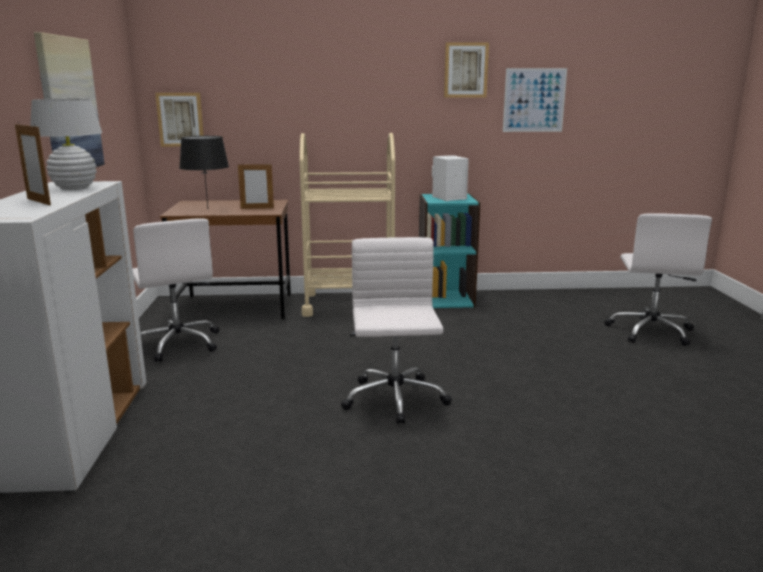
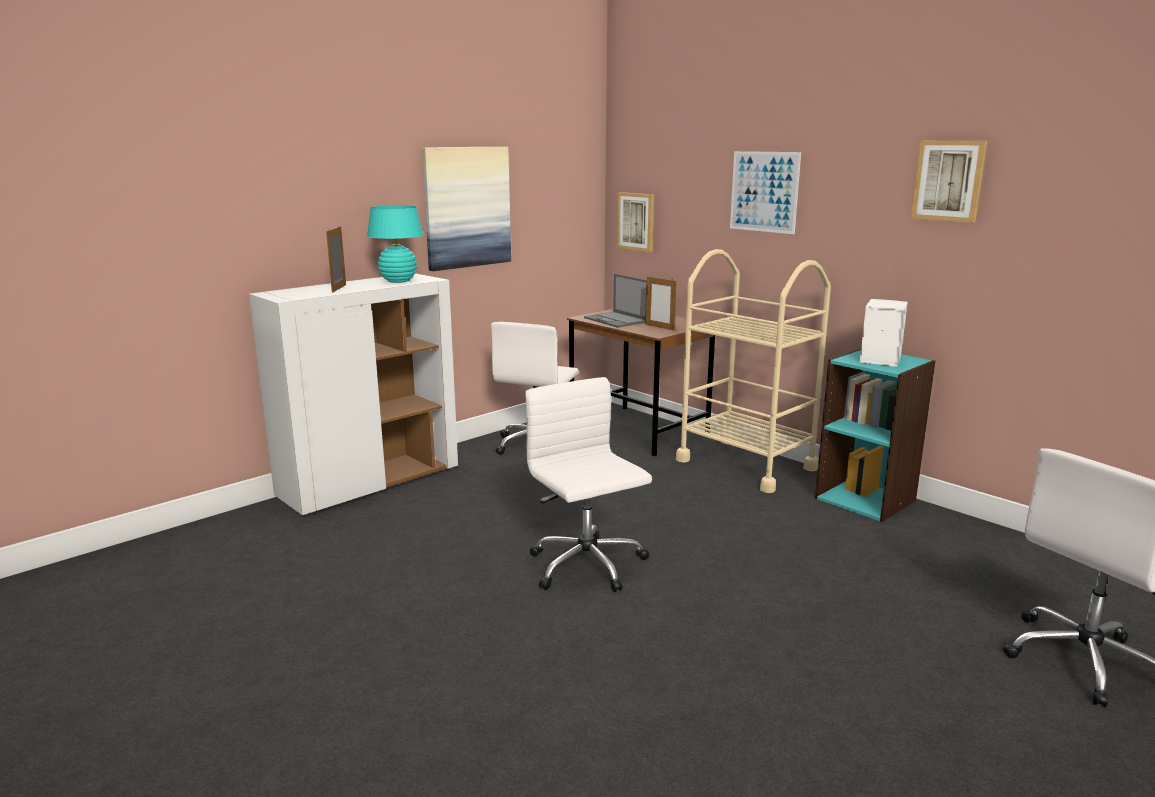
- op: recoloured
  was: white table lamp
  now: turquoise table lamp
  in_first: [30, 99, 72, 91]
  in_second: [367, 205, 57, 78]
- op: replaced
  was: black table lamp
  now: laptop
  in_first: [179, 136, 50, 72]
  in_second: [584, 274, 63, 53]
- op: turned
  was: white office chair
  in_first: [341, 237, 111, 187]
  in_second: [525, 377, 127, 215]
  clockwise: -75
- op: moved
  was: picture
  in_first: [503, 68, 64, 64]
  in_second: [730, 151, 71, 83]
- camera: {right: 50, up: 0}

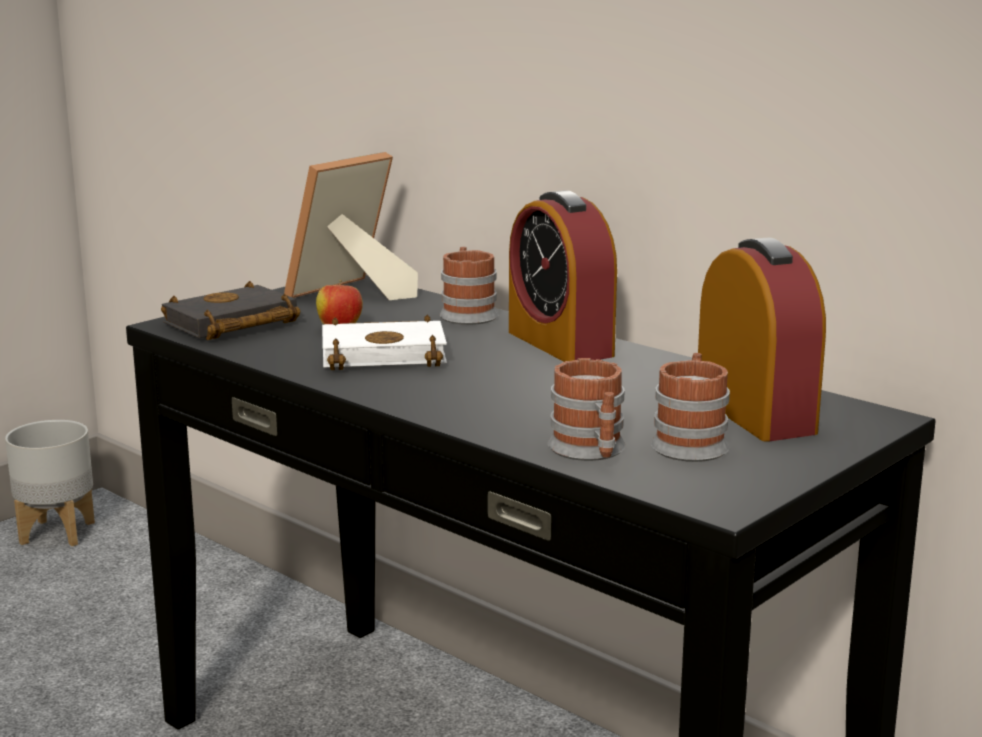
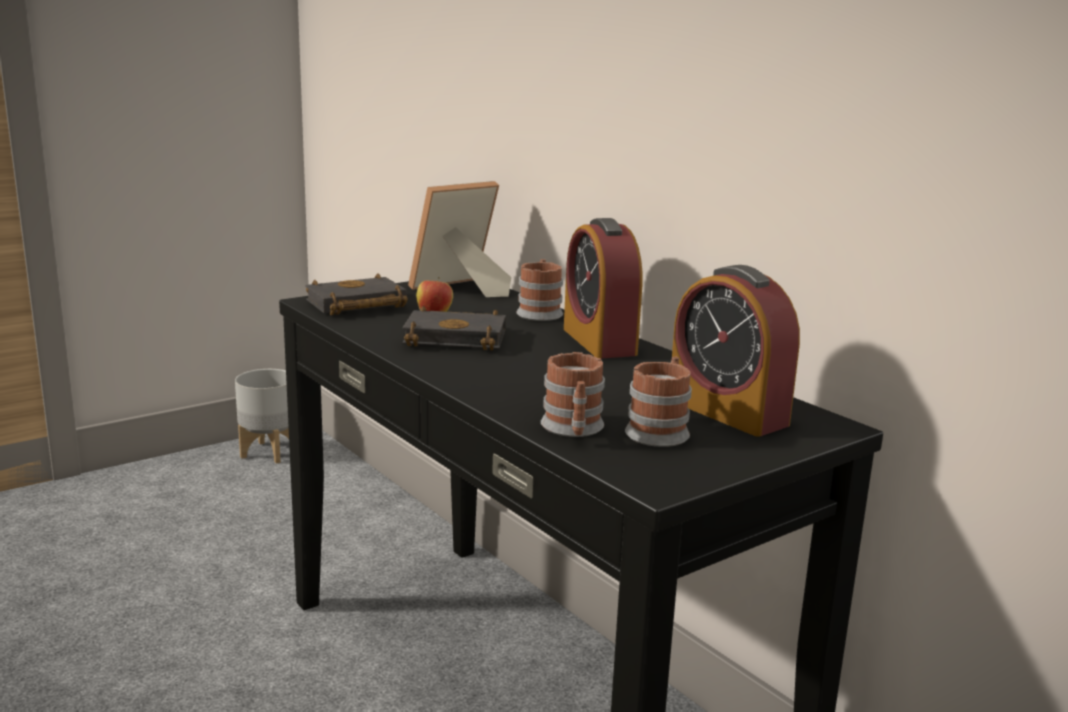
- op: recoloured
  was: white book
  now: black book
  in_first: [322, 315, 125, 55]
  in_second: [402, 305, 104, 45]
- op: turned
  was: alarm clock
  in_first: [698, 237, 128, 205]
  in_second: [672, 265, 128, 172]
  clockwise: 150
- camera: {right: 10, up: 0}

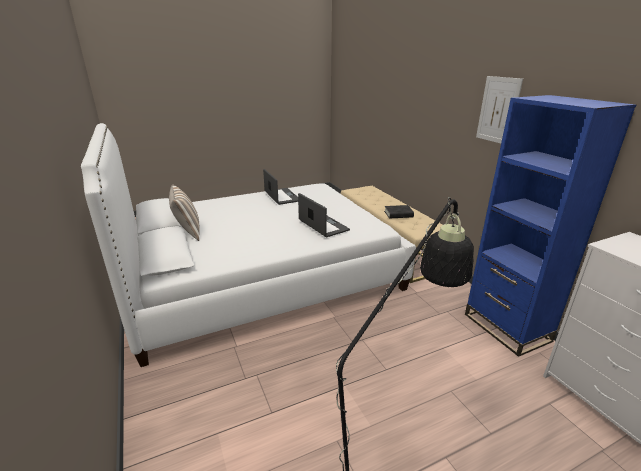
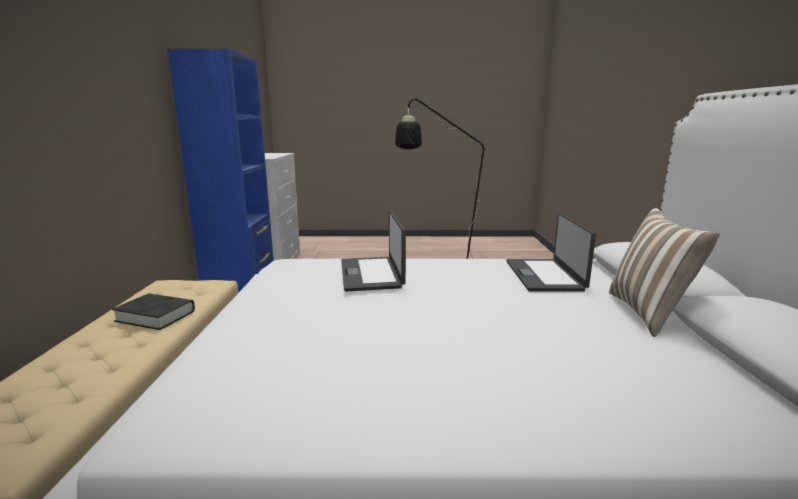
- op: moved
  was: laptop
  in_first: [263, 169, 35, 36]
  in_second: [506, 213, 90, 78]
- op: removed
  was: picture
  in_first: [476, 76, 47, 68]
- camera: {right: -155, up: -10}

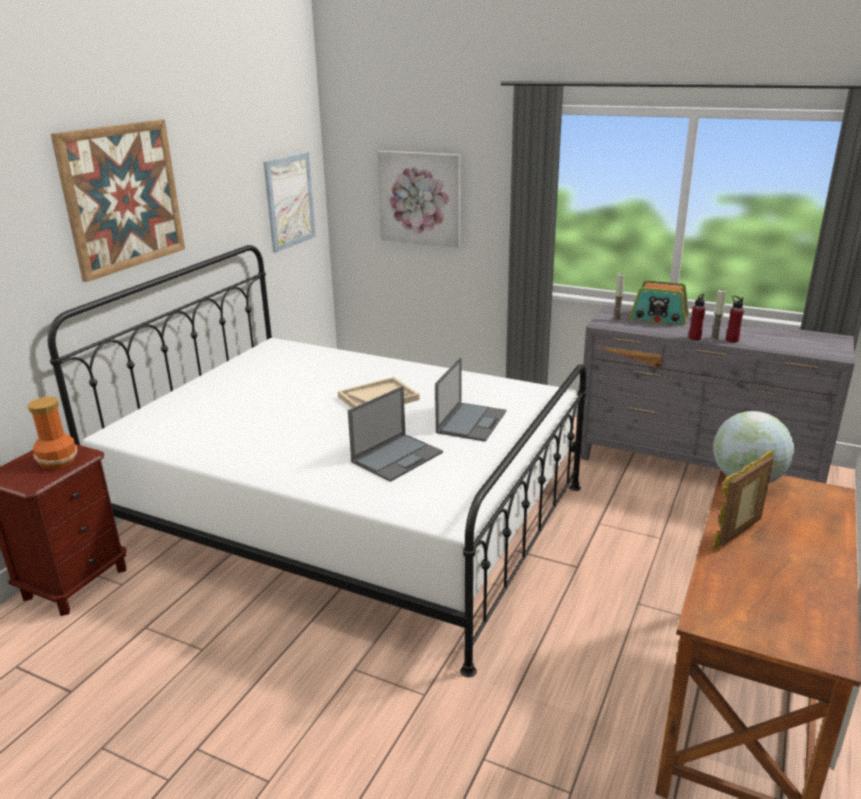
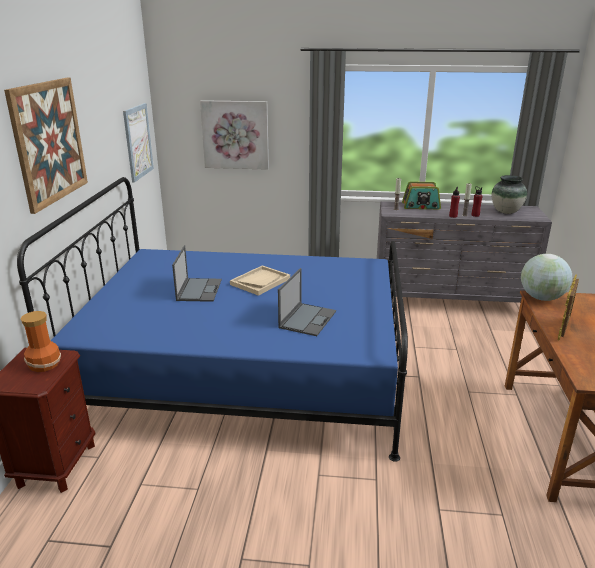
- op: recoloured
  was: white bed
  now: blue bed
  in_first: [48, 245, 538, 432]
  in_second: [17, 177, 391, 285]
- op: moved
  was: laptop
  in_first: [435, 358, 71, 84]
  in_second: [172, 246, 50, 56]
- op: added
  now: vase
  in_second: [492, 175, 35, 39]
- camera: {right: -20, up: 0}

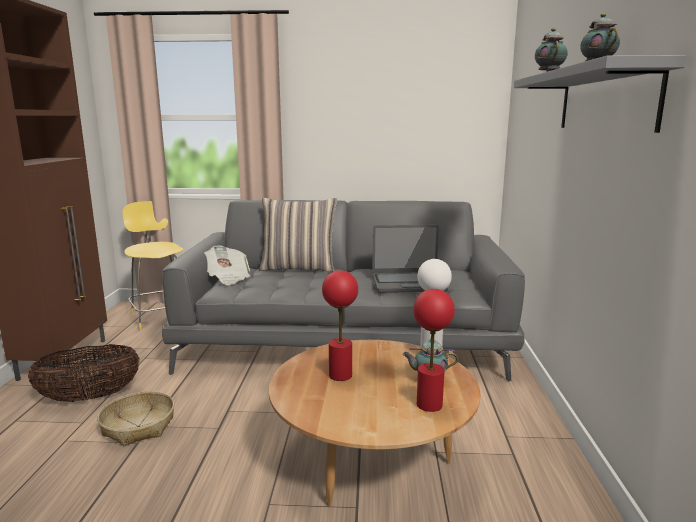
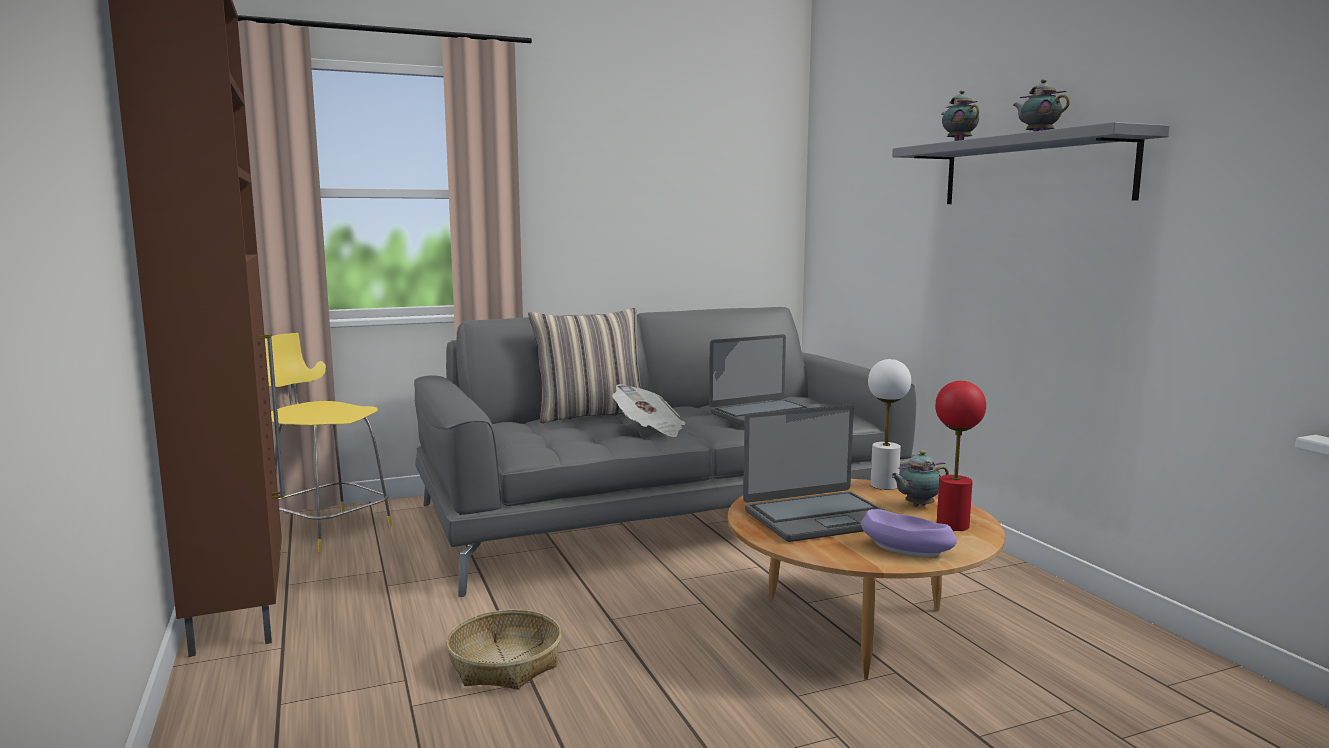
- op: removed
  was: basket
  in_first: [28, 344, 112, 58]
- op: moved
  was: newspaper
  in_first: [204, 245, 46, 40]
  in_second: [612, 384, 73, 53]
- op: replaced
  was: red table lamp
  now: laptop
  in_first: [322, 270, 36, 111]
  in_second: [743, 404, 143, 138]
- op: added
  now: purple bowl
  in_second: [861, 509, 96, 48]
- camera: {right: -25, up: -5}

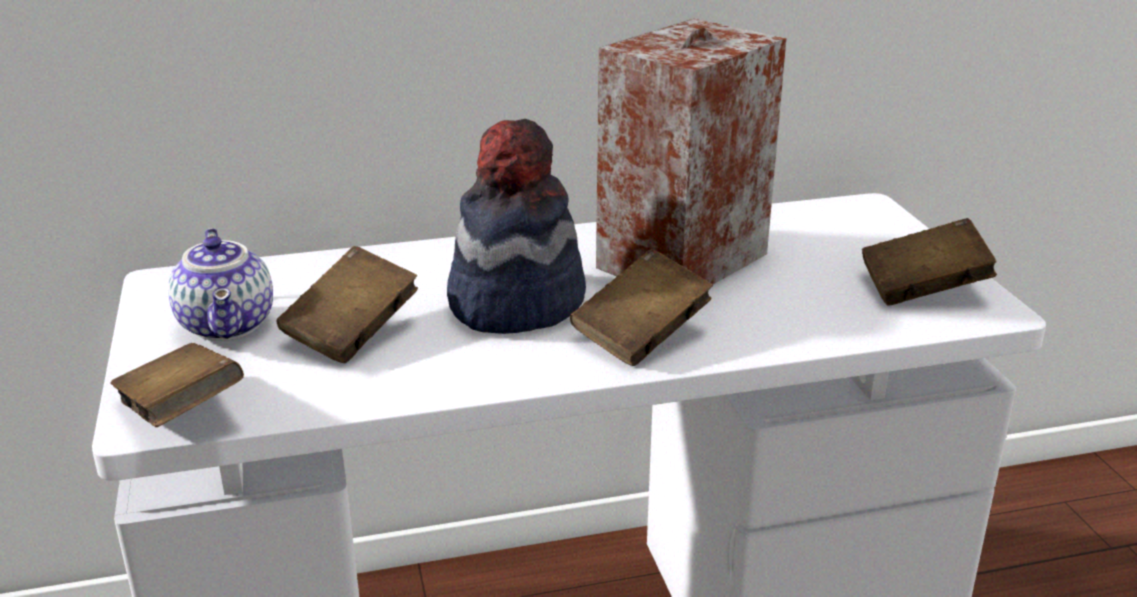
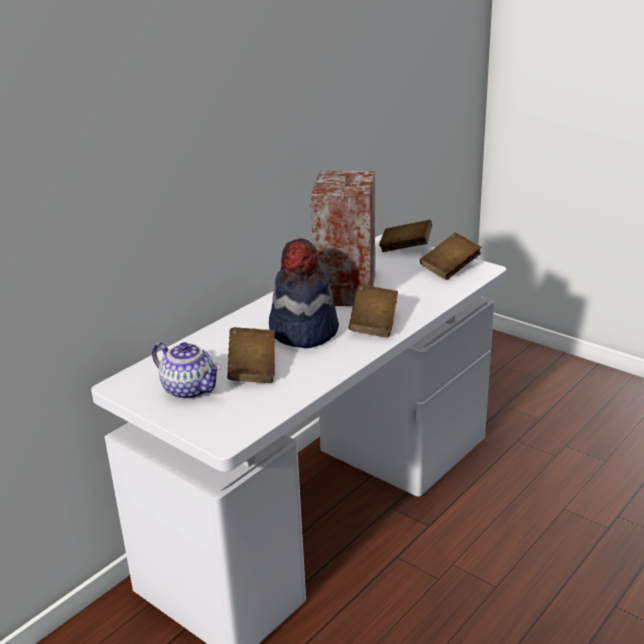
- op: moved
  was: brown book
  in_first: [110, 343, 134, 84]
  in_second: [379, 220, 53, 32]
- camera: {right: -35, up: 0}

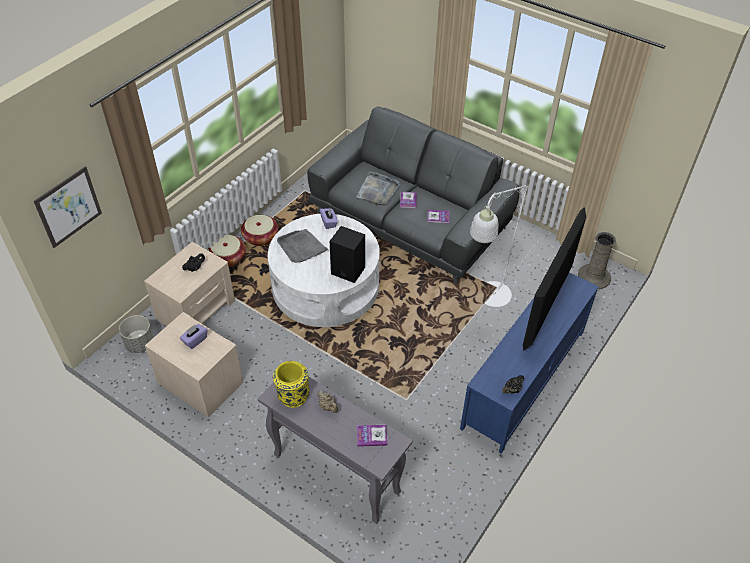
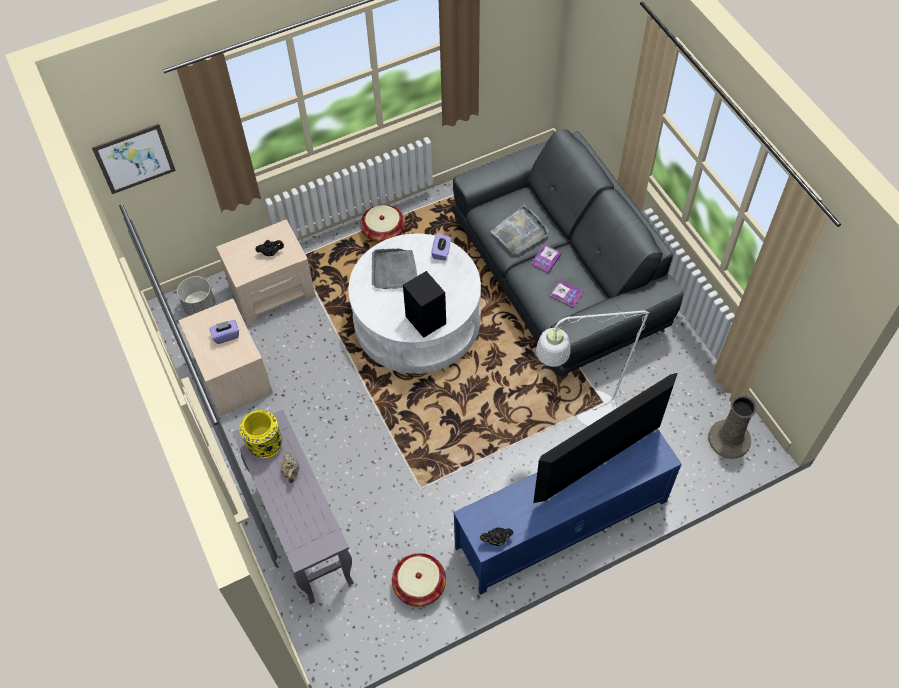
- op: moved
  was: basket
  in_first: [208, 235, 38, 32]
  in_second: [392, 553, 54, 54]
- op: removed
  was: book
  in_first: [357, 425, 31, 22]
- camera: {right: 30, up: 10}

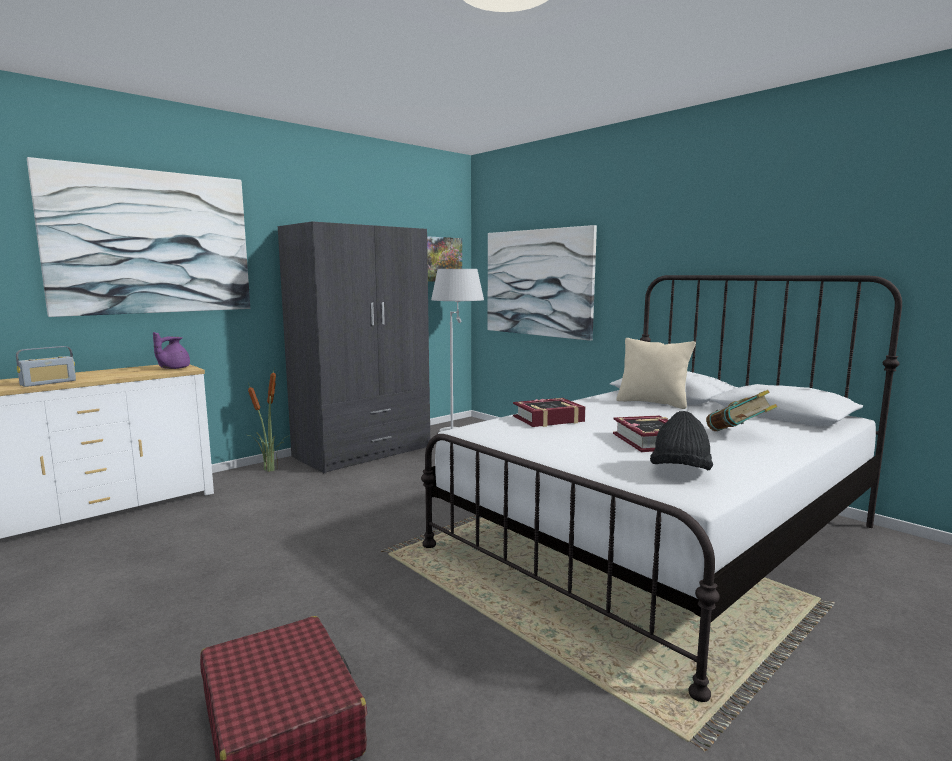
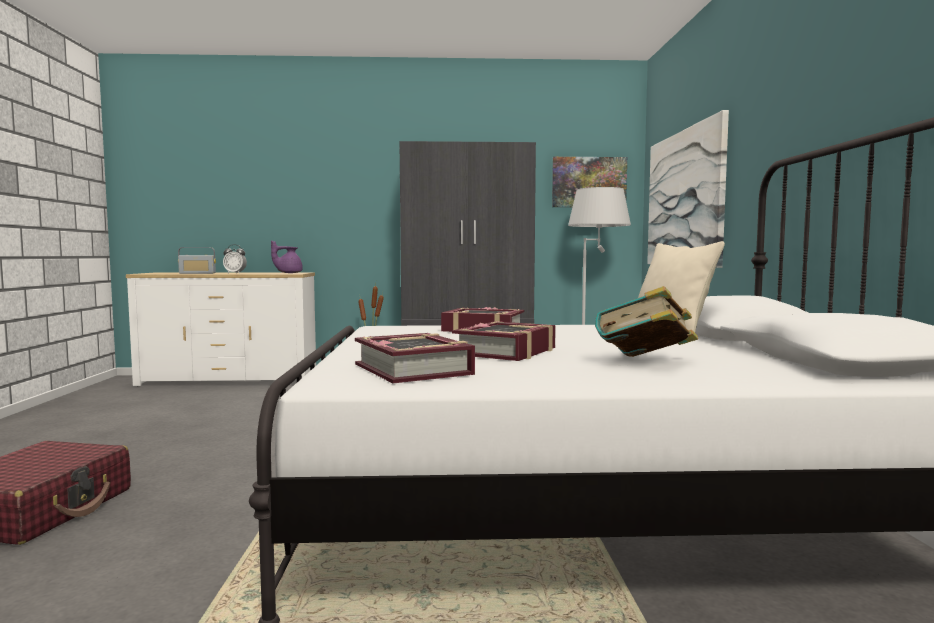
- op: removed
  was: picture
  in_first: [27, 157, 223, 160]
- op: replaced
  was: black hat
  now: book
  in_first: [650, 411, 63, 59]
  in_second: [355, 333, 120, 50]
- op: added
  now: alarm clock
  in_second: [223, 244, 24, 30]
- camera: {right: 40, up: -5}

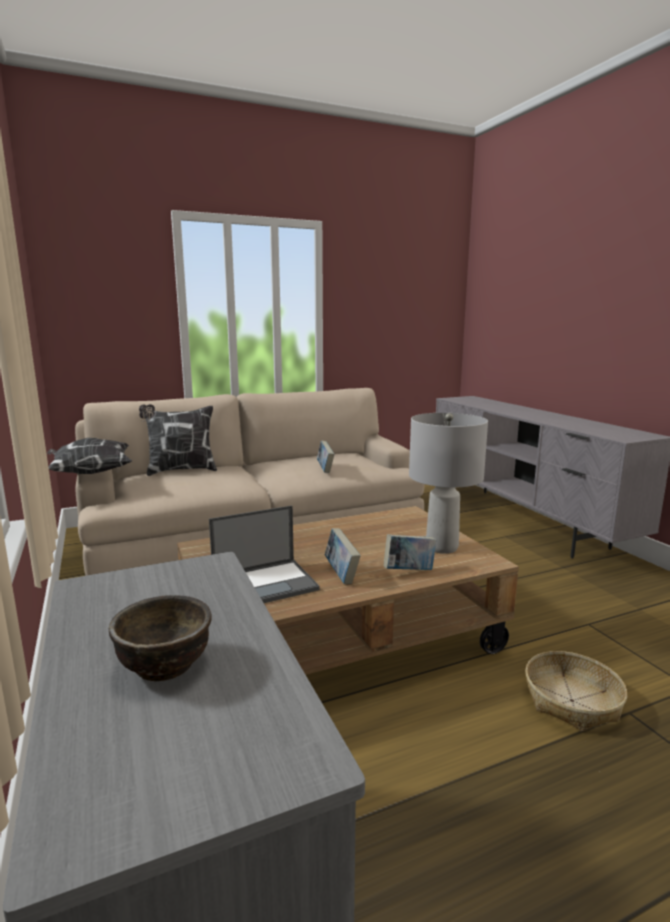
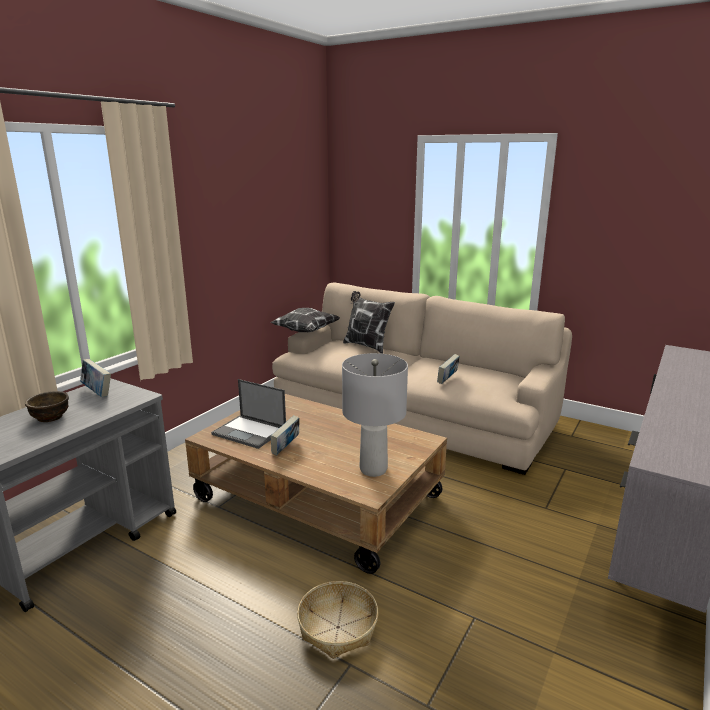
- op: moved
  was: book
  in_first: [384, 534, 52, 36]
  in_second: [80, 359, 31, 38]
- camera: {right: 55, up: 5}

